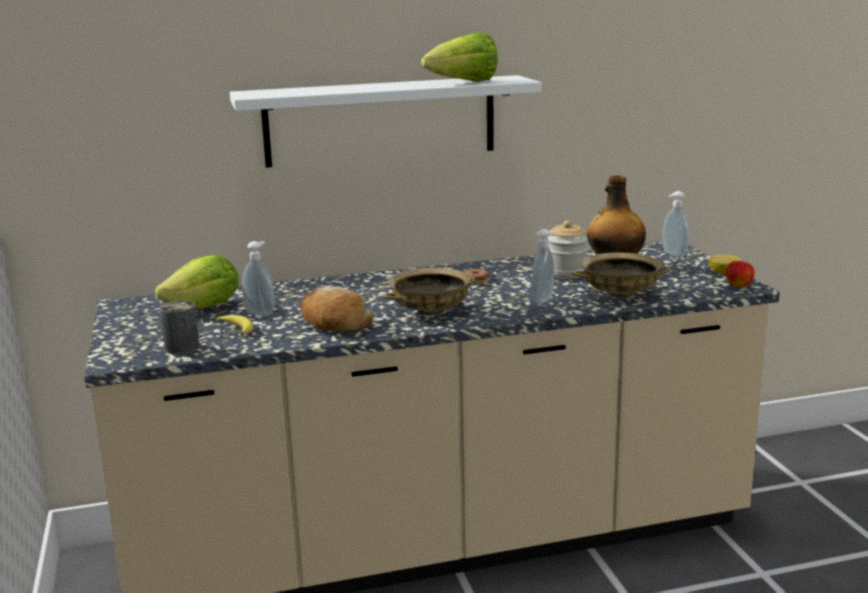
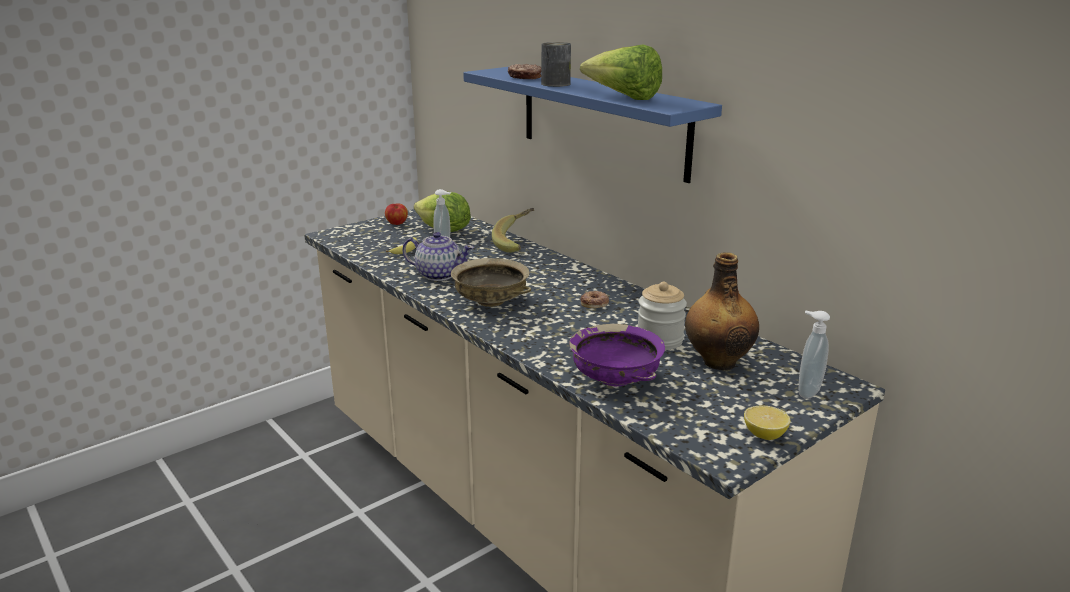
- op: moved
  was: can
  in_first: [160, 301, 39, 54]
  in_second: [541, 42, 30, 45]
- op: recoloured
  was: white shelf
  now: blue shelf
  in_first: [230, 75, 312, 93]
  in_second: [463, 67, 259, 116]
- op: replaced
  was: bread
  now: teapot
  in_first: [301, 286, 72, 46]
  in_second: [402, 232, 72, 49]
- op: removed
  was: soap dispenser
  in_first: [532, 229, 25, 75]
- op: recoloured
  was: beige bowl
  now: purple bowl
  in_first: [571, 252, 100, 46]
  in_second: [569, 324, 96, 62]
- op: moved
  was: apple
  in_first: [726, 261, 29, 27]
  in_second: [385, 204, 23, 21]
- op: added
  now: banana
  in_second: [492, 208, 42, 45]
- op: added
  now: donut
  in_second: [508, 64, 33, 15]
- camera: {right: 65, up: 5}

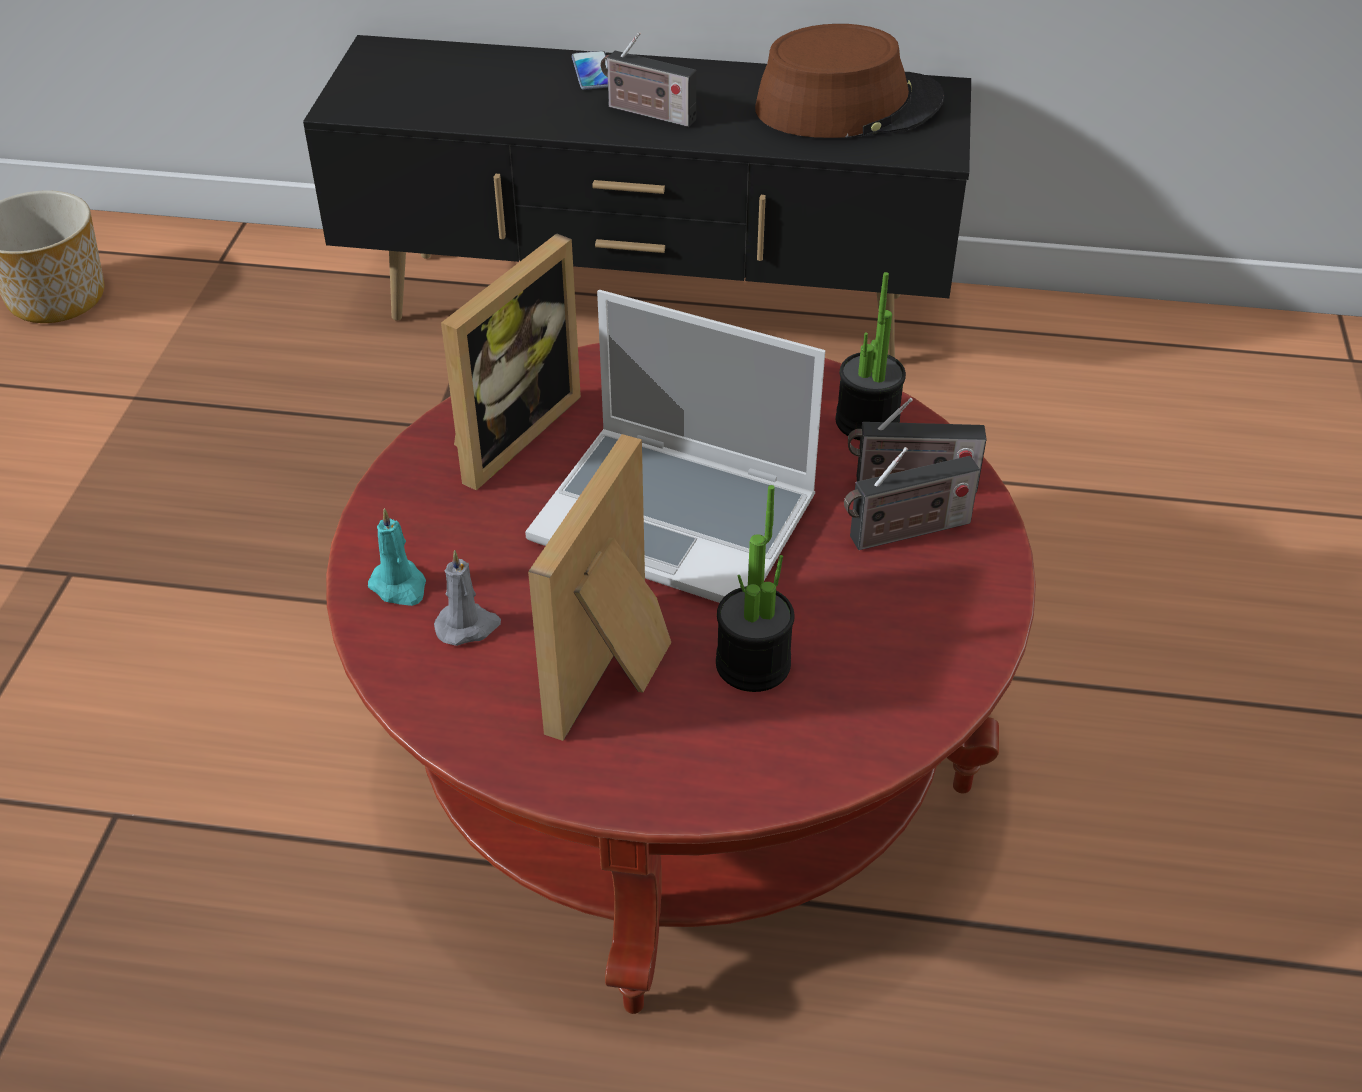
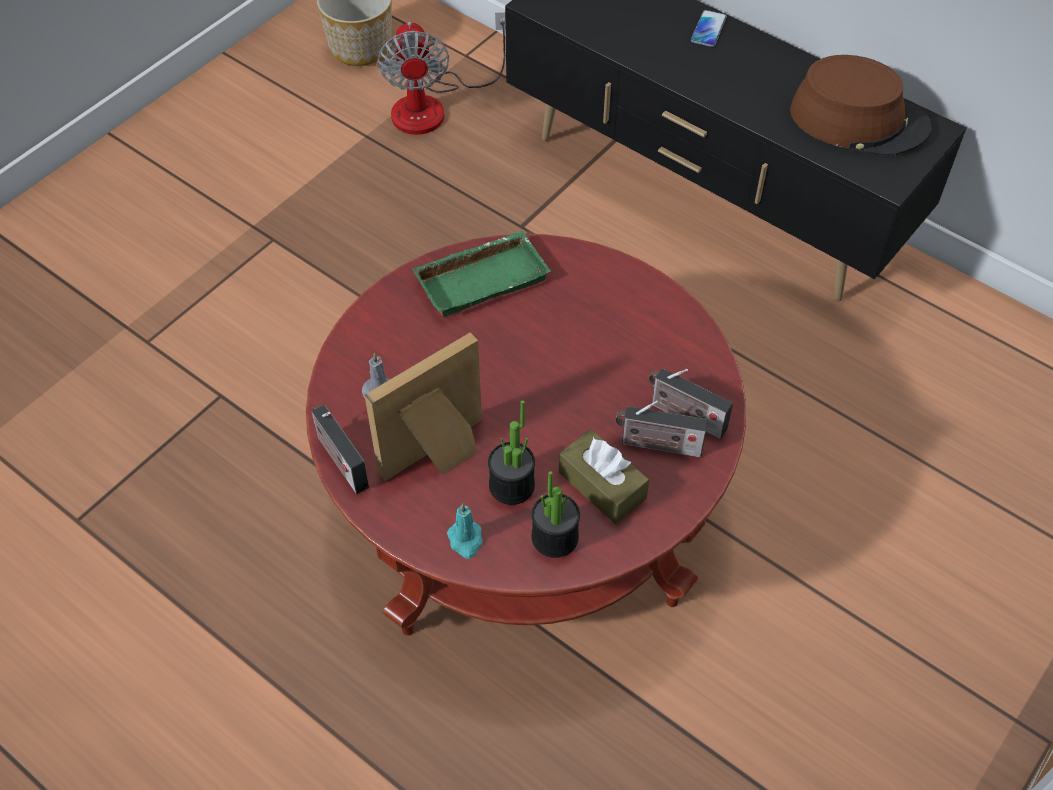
- op: moved
  was: turquoise candle
  in_first: [368, 508, 58, 98]
  in_second: [447, 503, 36, 56]
- op: replaced
  was: picture frame
  now: green tray
  in_first: [441, 233, 140, 257]
  in_second: [412, 231, 139, 86]
- op: removed
  was: laptop
  in_first: [525, 290, 300, 313]
- op: moved
  was: radio
  in_first: [601, 32, 95, 95]
  in_second: [312, 405, 57, 89]
- op: moved
  was: potted plant
  in_first: [836, 272, 70, 168]
  in_second: [532, 471, 48, 87]
- op: added
  now: fan
  in_second: [377, 12, 129, 123]
- op: added
  now: brown tissue box
  in_second: [559, 429, 90, 95]
- camera: {right: 30, up: 10}

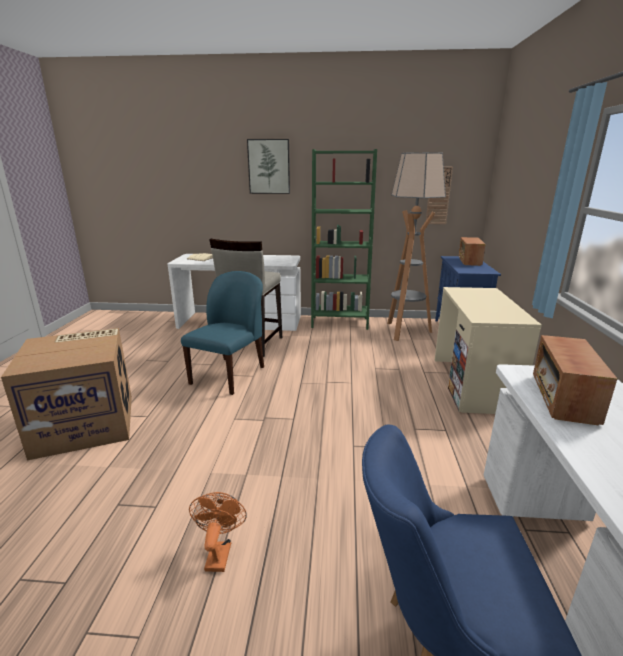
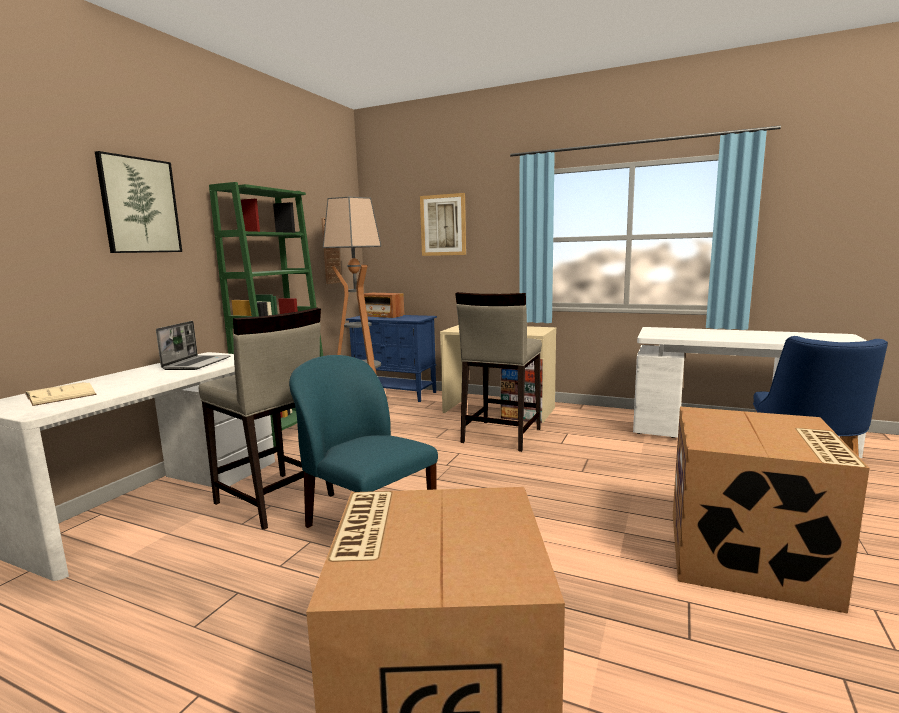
- op: replaced
  was: orange fan
  now: cardboard box
  in_first: [189, 492, 58, 80]
  in_second: [673, 406, 197, 208]
- op: removed
  was: radio
  in_first: [533, 335, 85, 90]
- op: added
  now: laptop
  in_second: [156, 321, 75, 49]
- op: added
  now: picture
  in_second: [420, 193, 46, 63]
- op: added
  now: beige stool
  in_second: [455, 292, 87, 160]
- camera: {right: -70, up: -10}

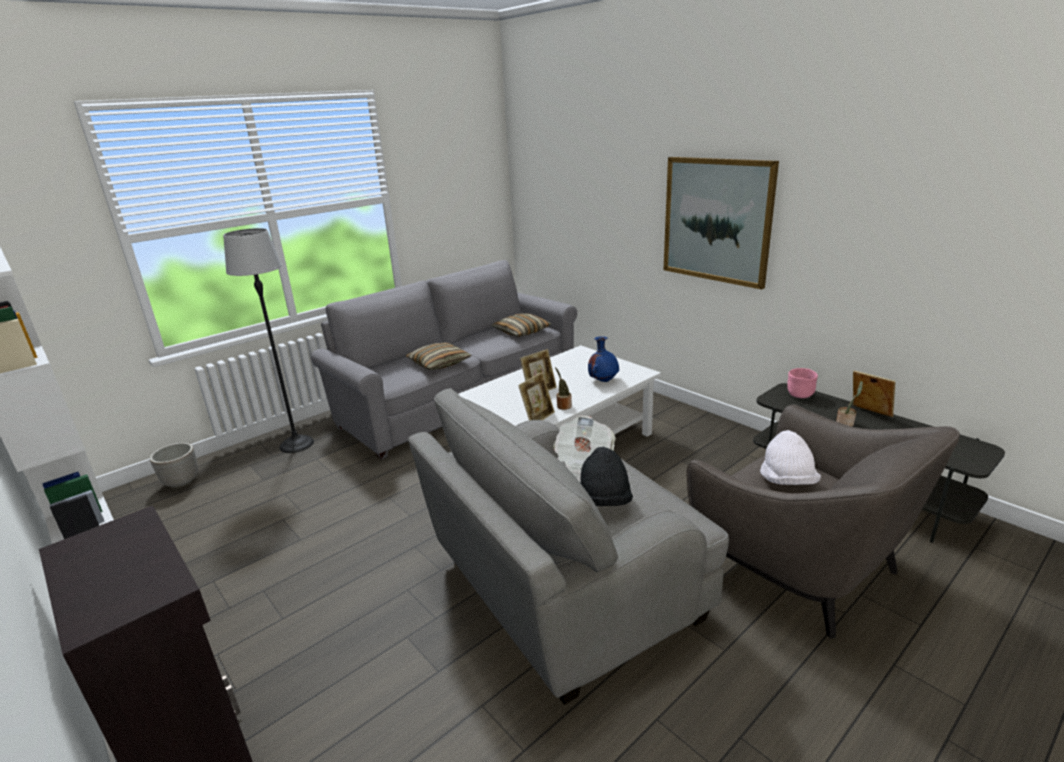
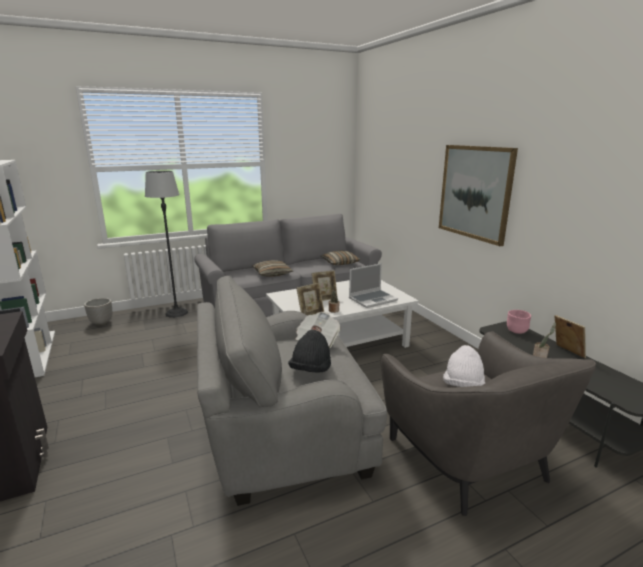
- op: replaced
  was: blue vase
  now: laptop
  in_first: [588, 336, 31, 46]
  in_second: [349, 263, 49, 45]
- camera: {right: 15, up: -5}

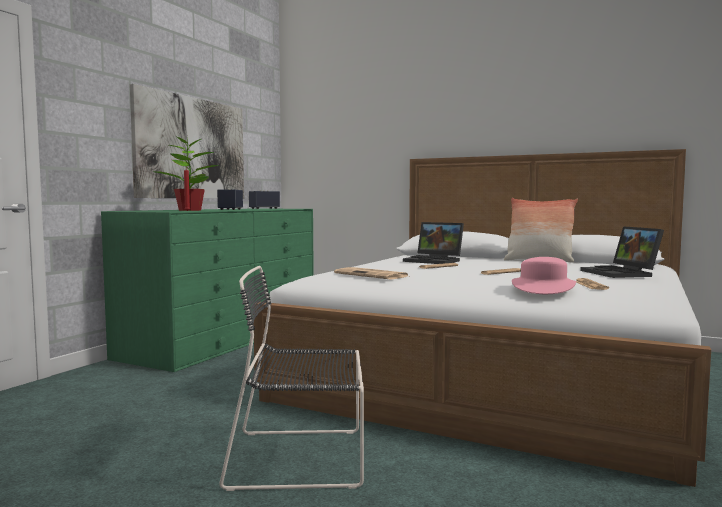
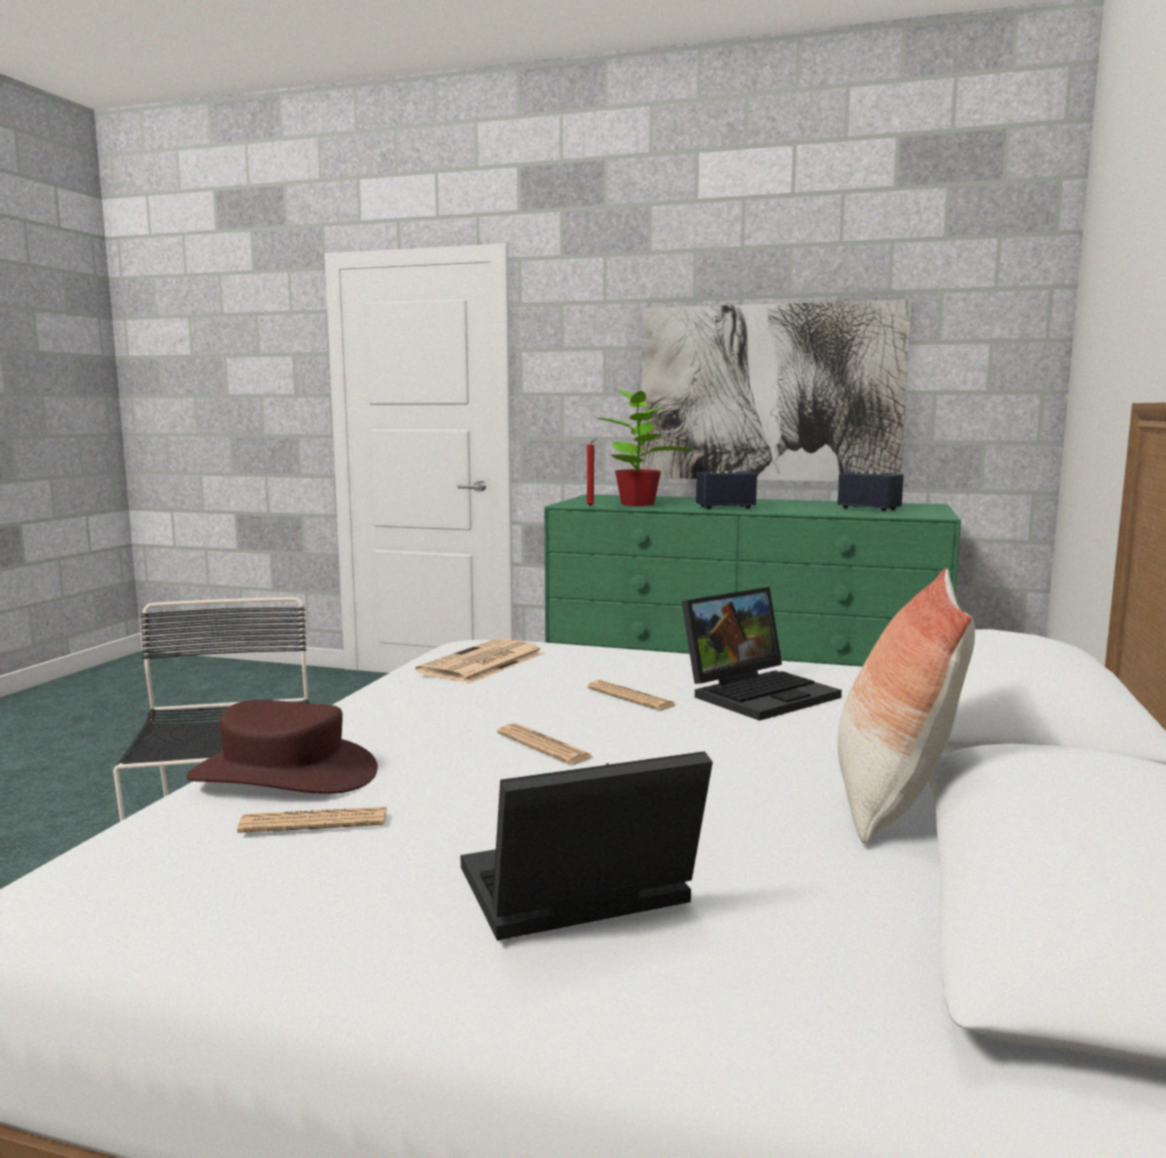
- op: turned
  was: laptop
  in_first: [403, 222, 61, 42]
  in_second: [681, 587, 161, 134]
  clockwise: -150
- op: recoloured
  was: pink hat
  now: brown hat
  in_first: [512, 257, 64, 37]
  in_second: [186, 700, 192, 94]
- camera: {right: 80, up: 5}

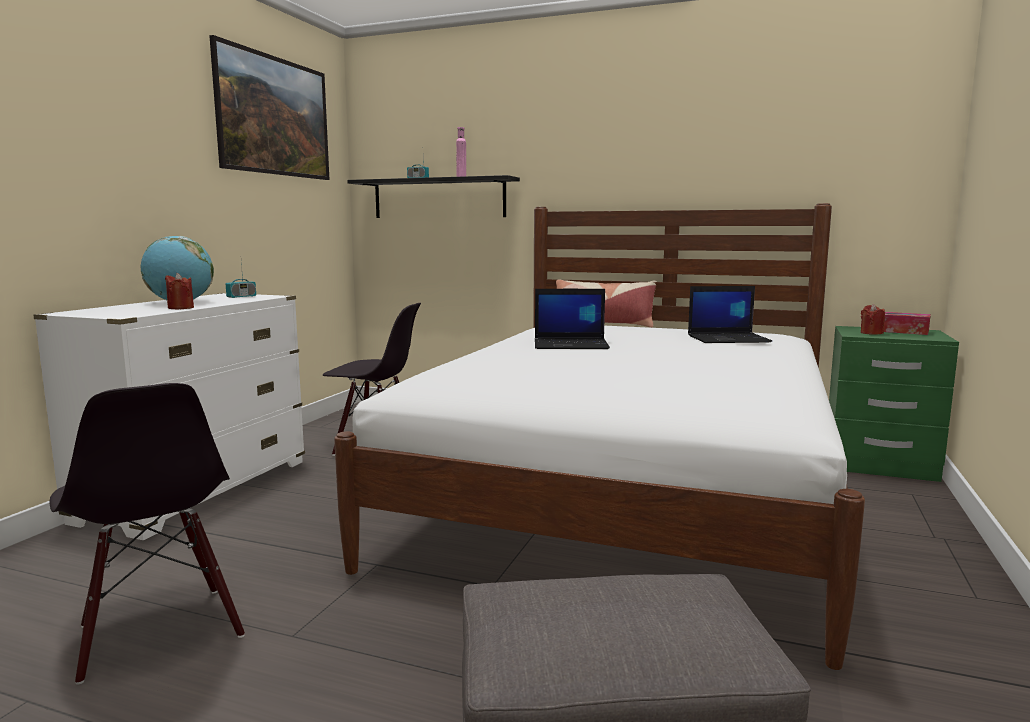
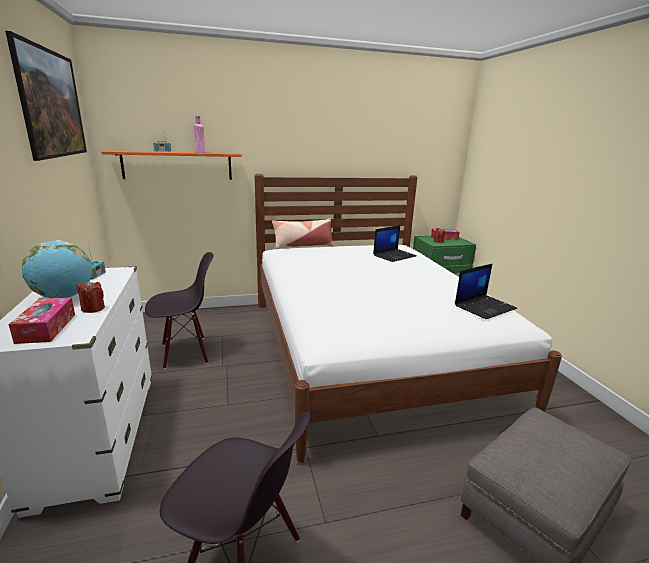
- op: recoloured
  was: black shelf
  now: orange shelf
  in_first: [347, 175, 173, 43]
  in_second: [101, 150, 141, 30]
- op: moved
  was: laptop
  in_first: [535, 289, 75, 60]
  in_second: [455, 264, 62, 55]
- op: added
  now: tissue box
  in_second: [8, 298, 67, 46]
- camera: {right: -35, up: 10}

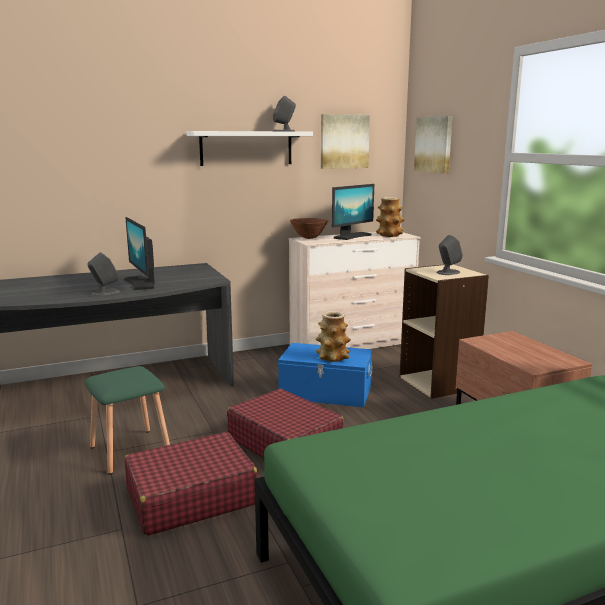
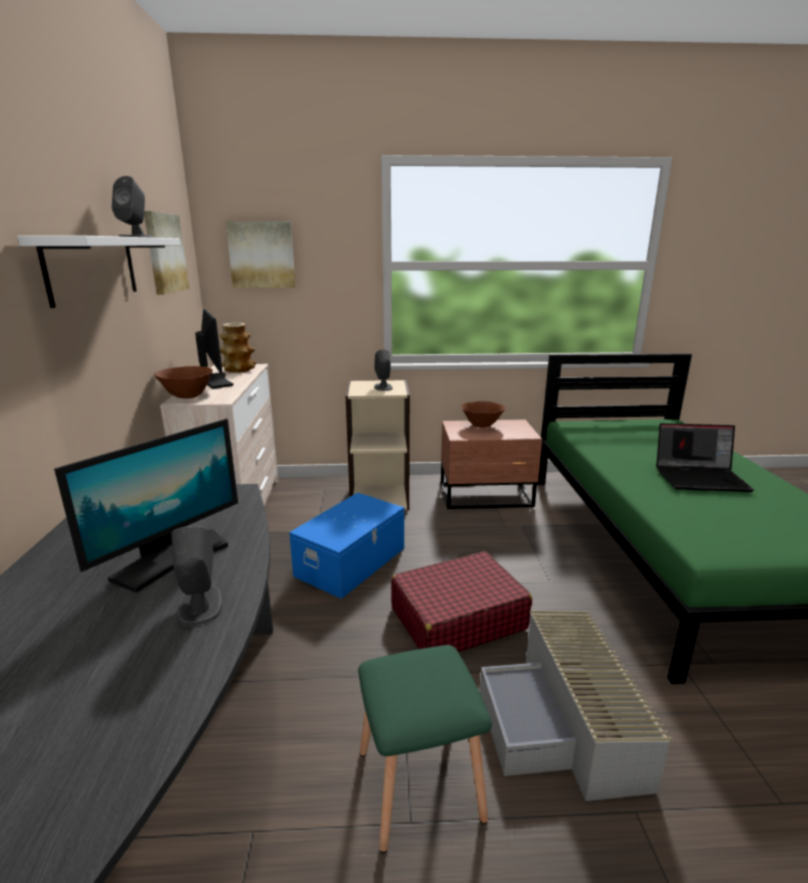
- op: turned
  was: monitor
  in_first: [124, 217, 31, 73]
  in_second: [54, 419, 184, 174]
  clockwise: -45
- op: replaced
  was: red suitcase
  now: grey storage box
  in_first: [124, 432, 134, 104]
  in_second: [480, 611, 192, 190]
- op: removed
  was: vase
  in_first: [316, 311, 35, 51]
- op: added
  now: brown bowl
  in_second: [461, 401, 45, 27]
- op: added
  now: laptop
  in_second: [656, 423, 98, 69]
- camera: {right: -70, up: 5}

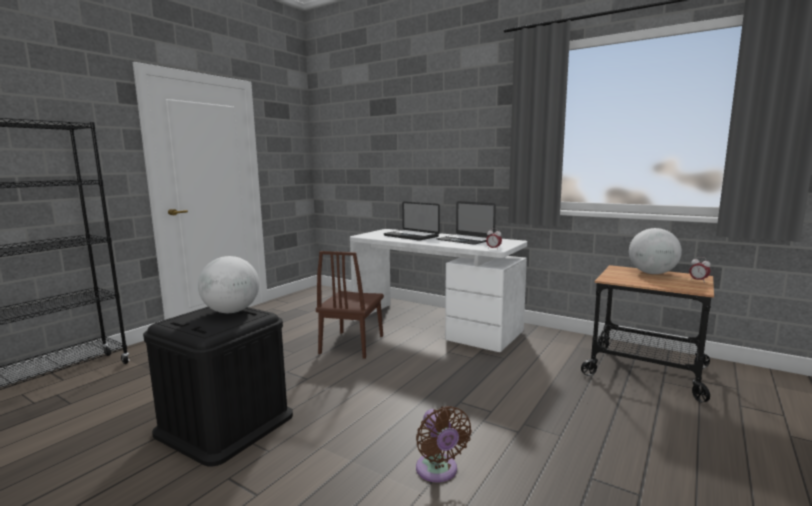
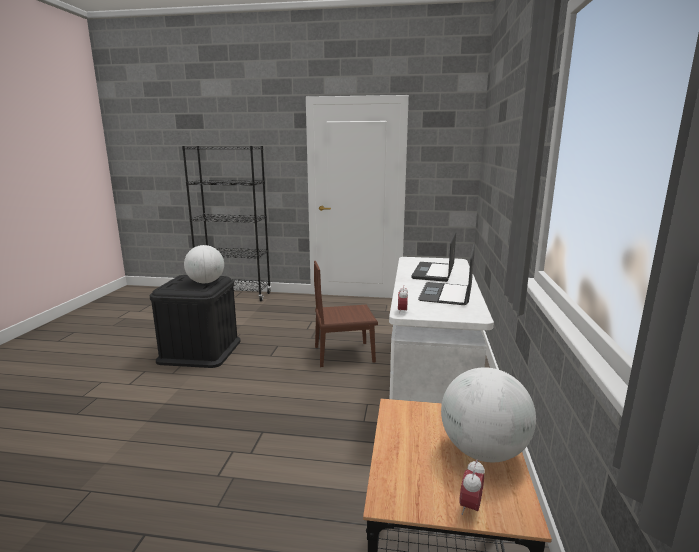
- op: removed
  was: brown fan
  in_first: [416, 406, 56, 77]
- camera: {right: 65, up: 5}

